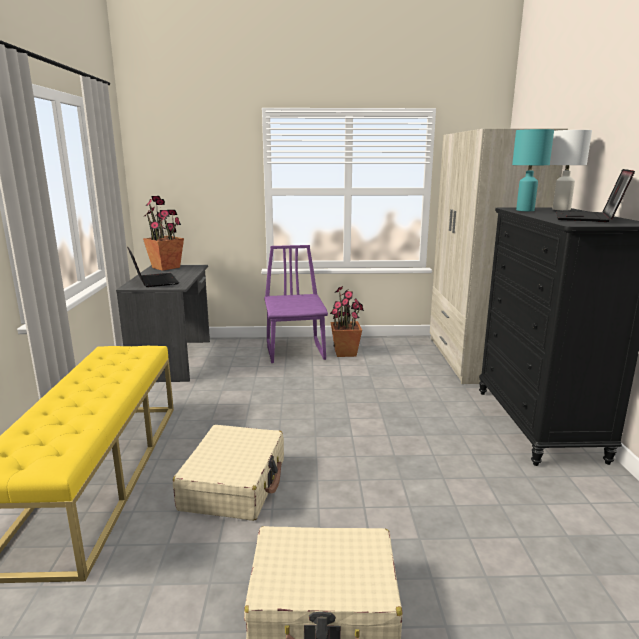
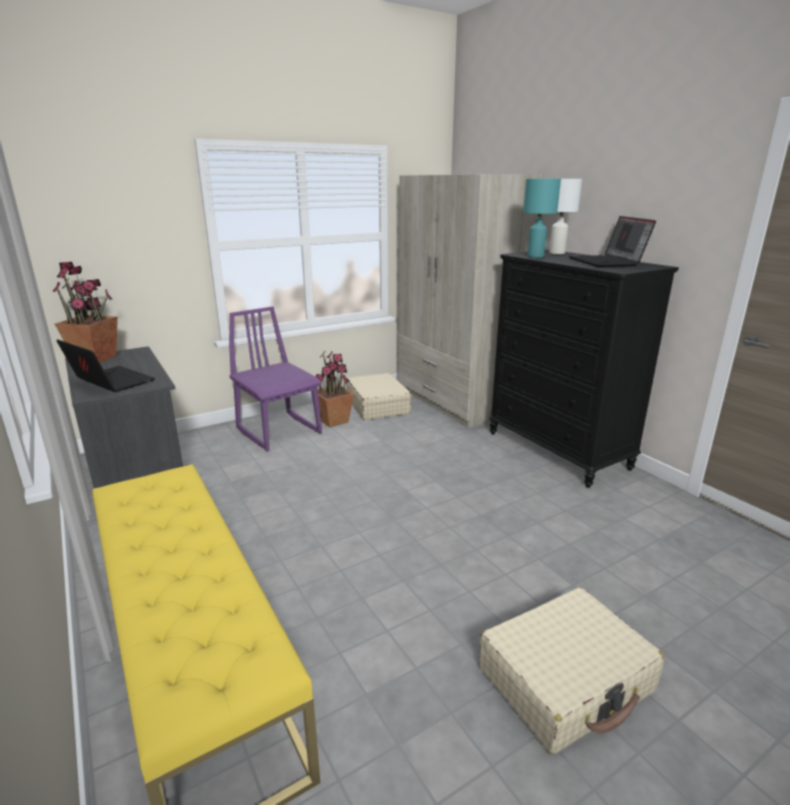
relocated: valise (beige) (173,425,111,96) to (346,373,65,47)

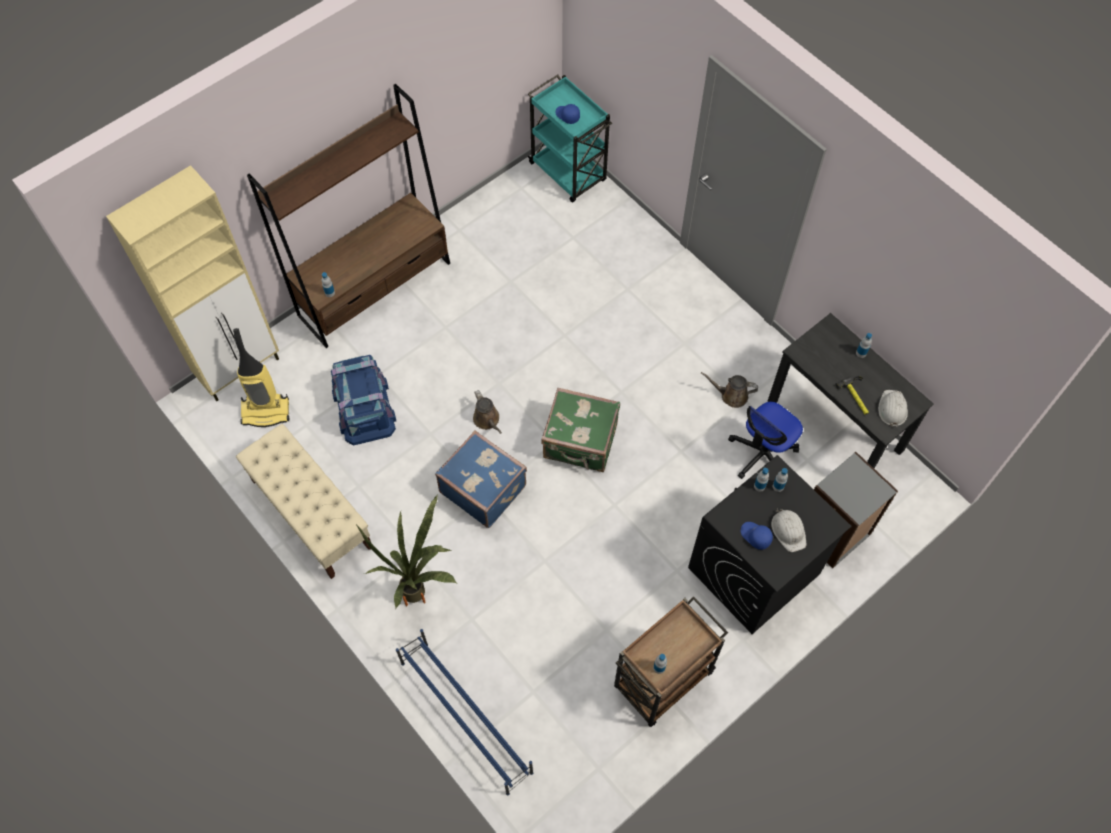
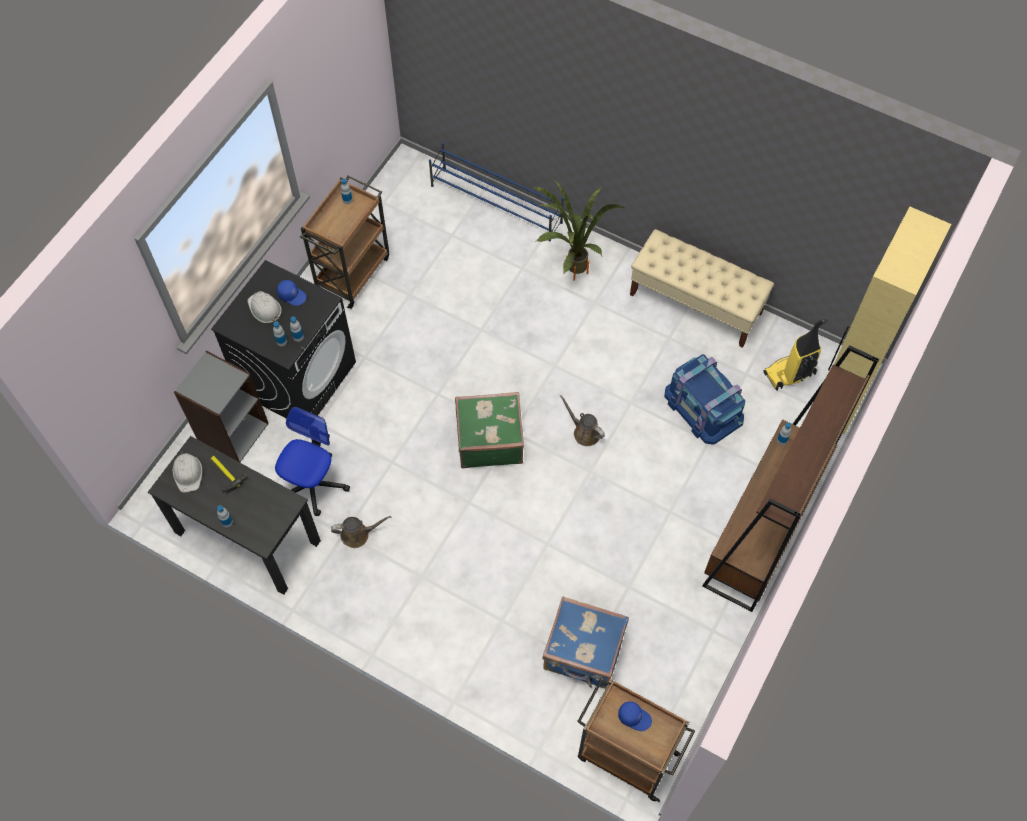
relocated: valise (bleu) (435,430,92,98) to (542,596,87,93)
colour: chariot (turquoise) (528,75,84,127) to chariot (marron) (577,678,118,124)

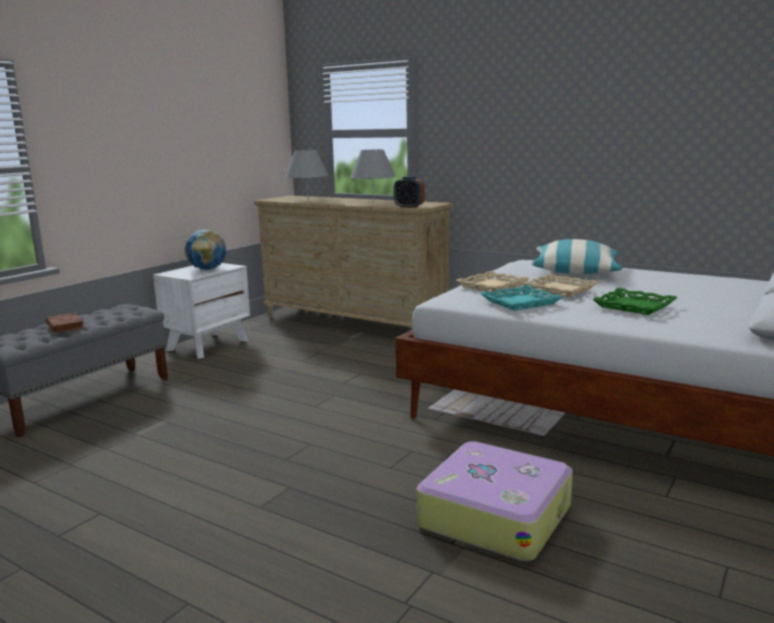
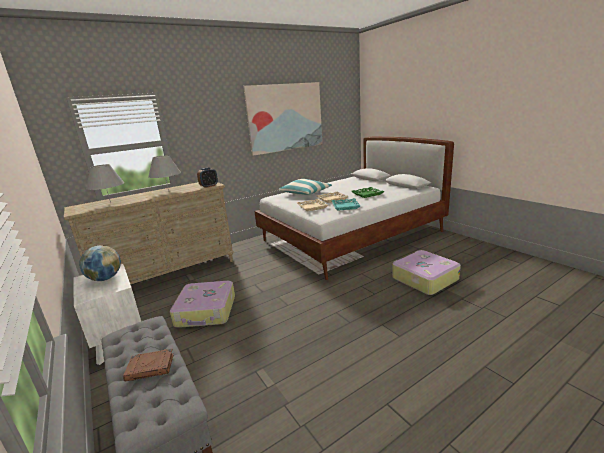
appeared: valise (170,281,65,47); tableau (243,82,79,74)

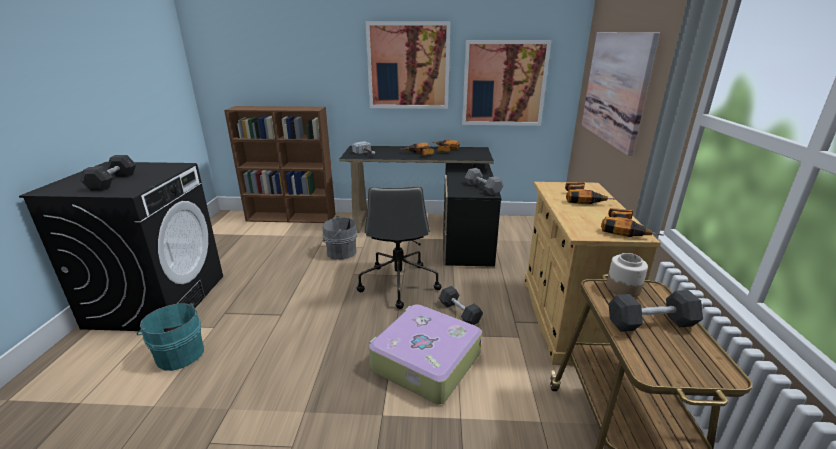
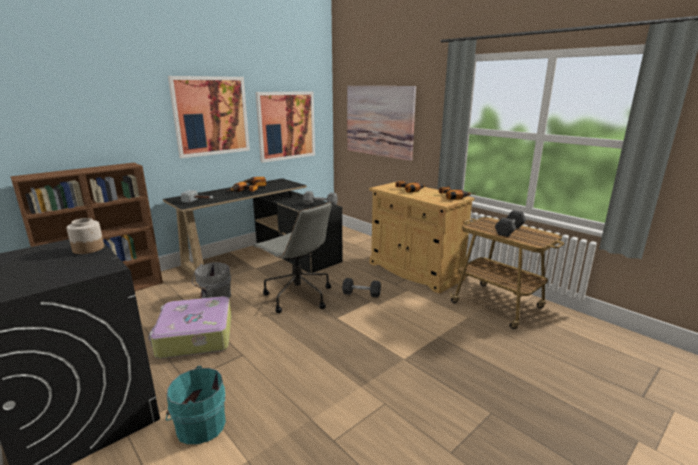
missing: haltère (gris) (80,155,56,36)
relocated: bocal (606,253,42,44) to (67,218,37,36); valise (369,305,113,99) to (148,296,83,63)

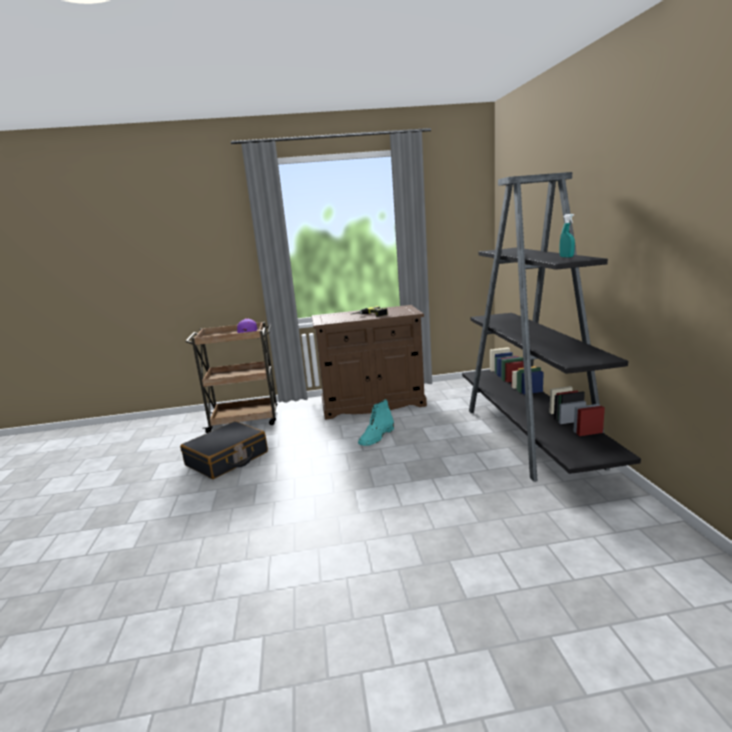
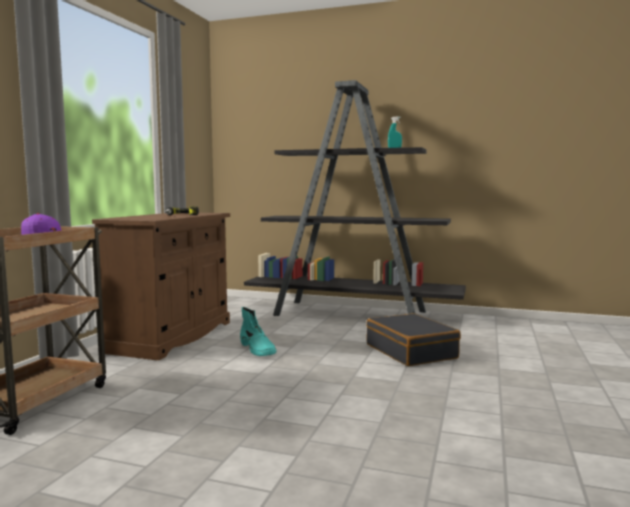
relocated: valise (noir) (180,421,88,58) to (366,313,95,53)

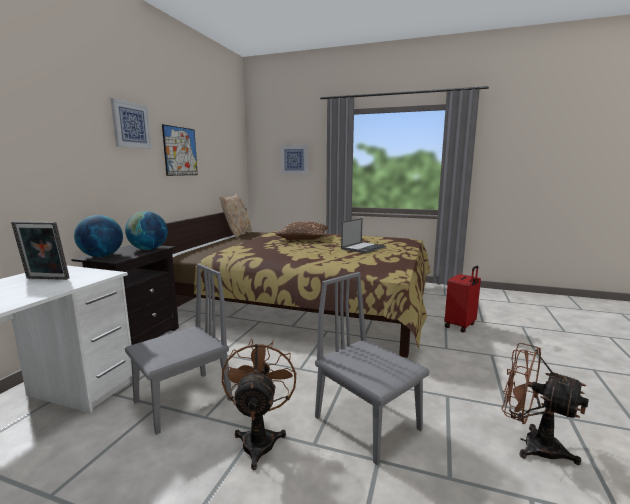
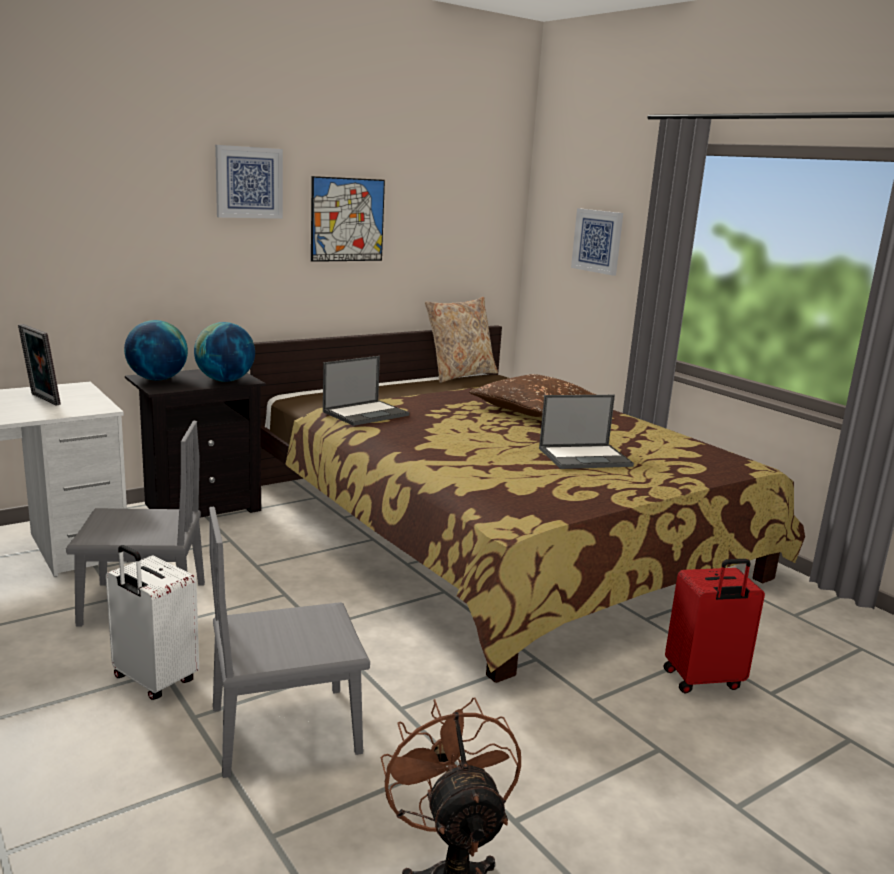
appeared: ordinateur portable (323,356,86,70)
exchanged: ventilateur (marron) (222,339,75,131) to valise (blanc) (106,545,93,155)
spun: chaise (gris) (315,272,114,193) = (209,507,161,271) 105 degrees counterclockwise

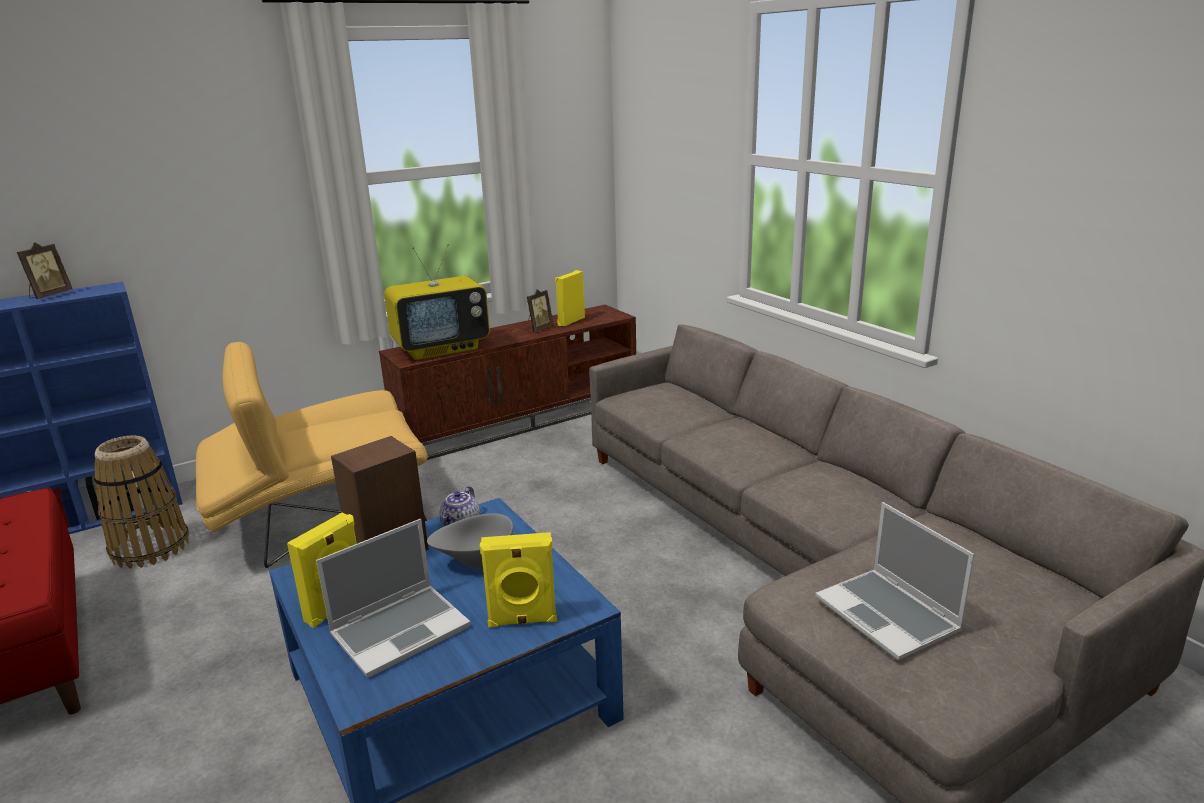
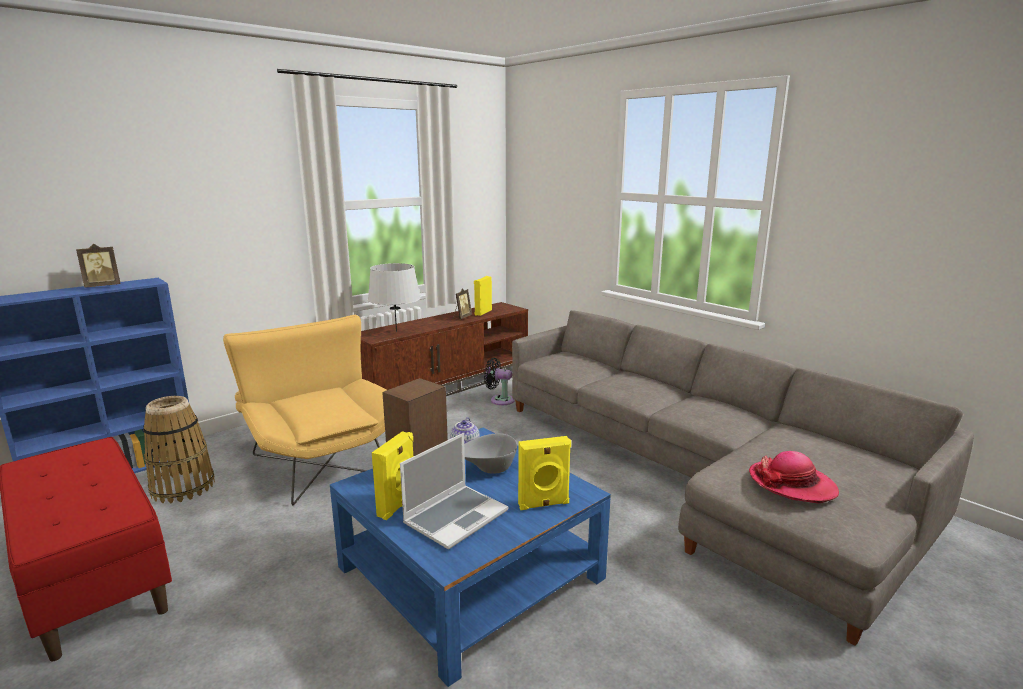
appeared: ventilateur (noir) (484,358,31,47)
exchanged: téléviseur (384,244,106,116) to lampe de table (gris) (368,263,53,69); ordinateur portable (815,502,159,158) to chapeau (749,451,90,53)
spun: cadre photo (17,242,55,57) = (76,244,44,44) 45 degrees clockwise; fauteuil (jaune) (196,341,232,227) = (223,315,164,191) 90 degrees clockwise

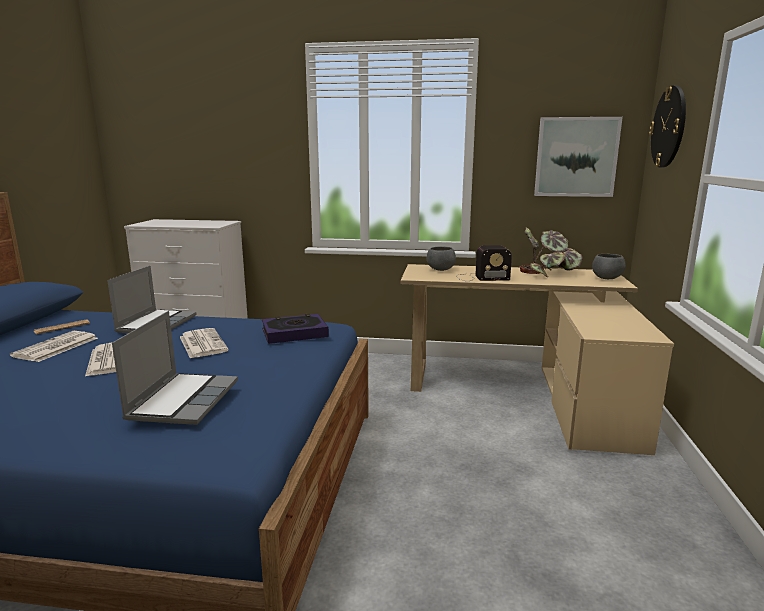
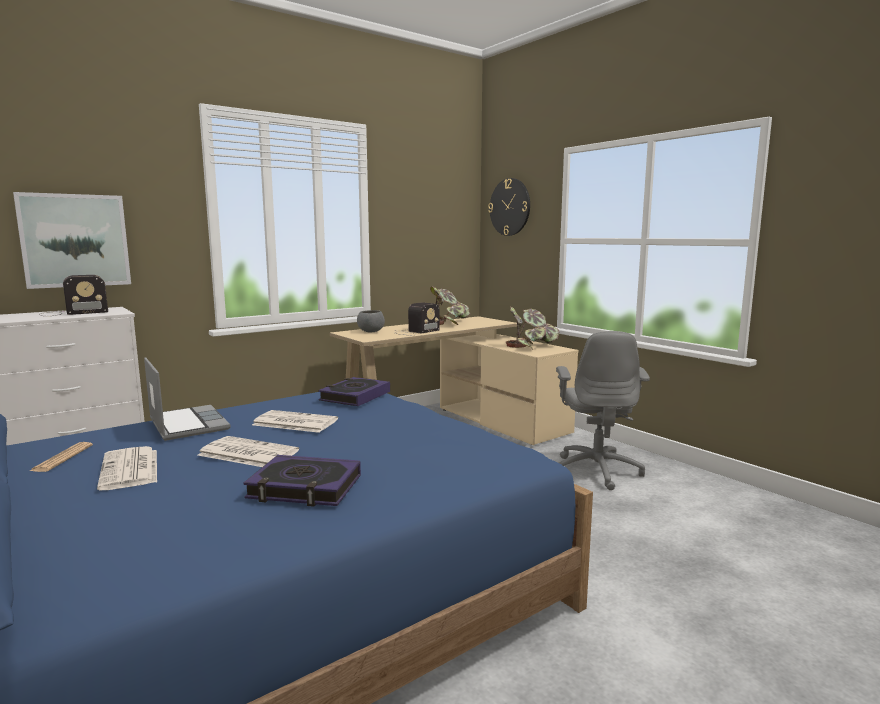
missing: ordinateur portable (112,311,126,114); bol (gris) (592,254,34,25)
appeared: radio (39,275,69,41); livre (243,455,118,52); plante en pot (506,307,53,42); chaise de bureau (gris) (556,331,94,159)
relocated: tableau (534,117,89,80) to (13,192,118,97)

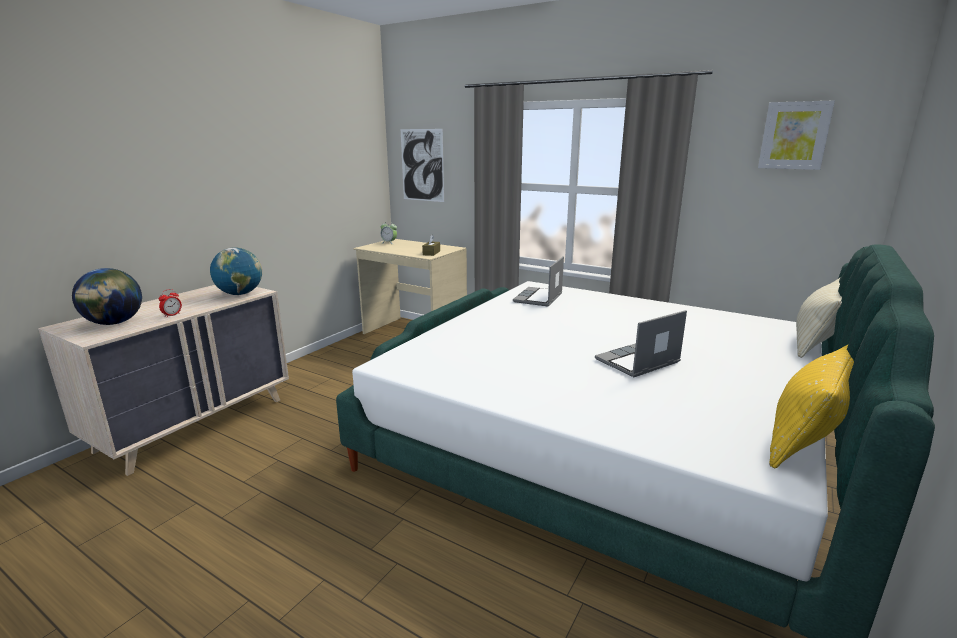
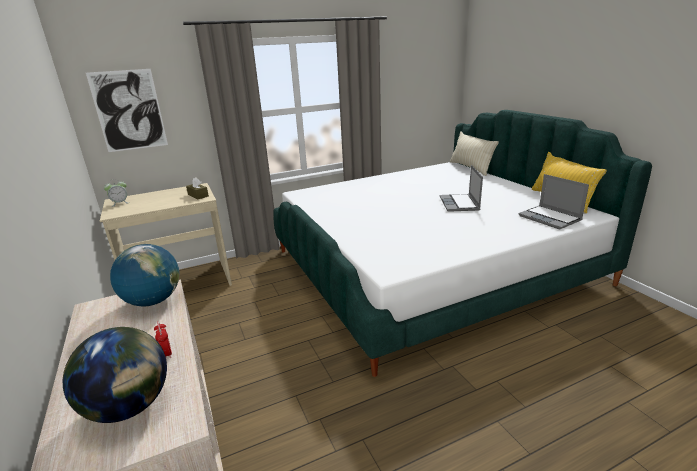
missing: tableau (758,100,77,70)
relocated: ordinateur portable (513,256,51,51) to (519,174,70,56)

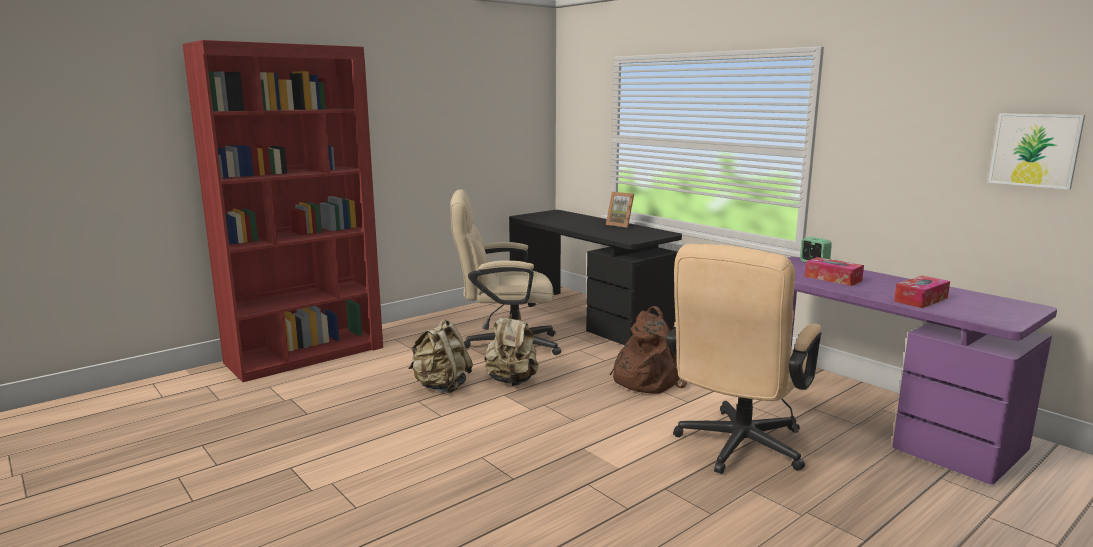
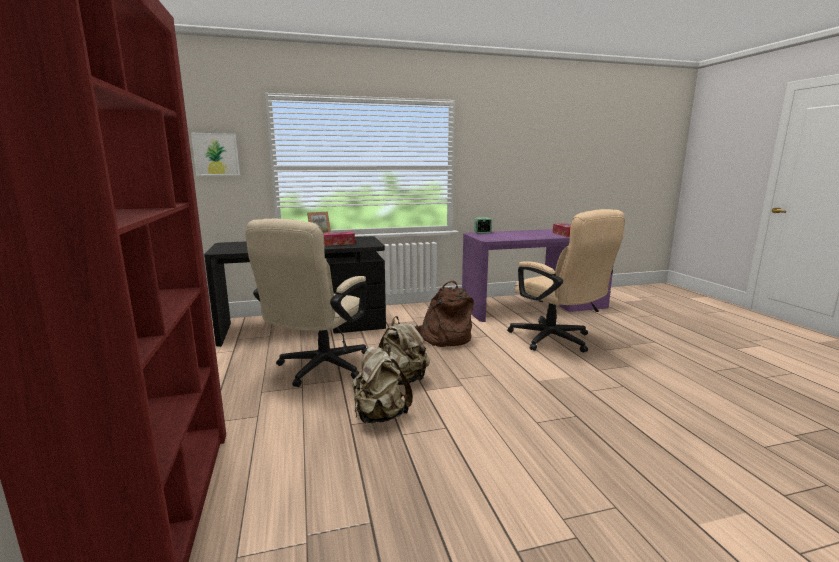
relocated: tableau (988,113,97,77) to (191,133,49,42); boîte à mouchoirs (805,257,59,29) to (323,231,32,15)

